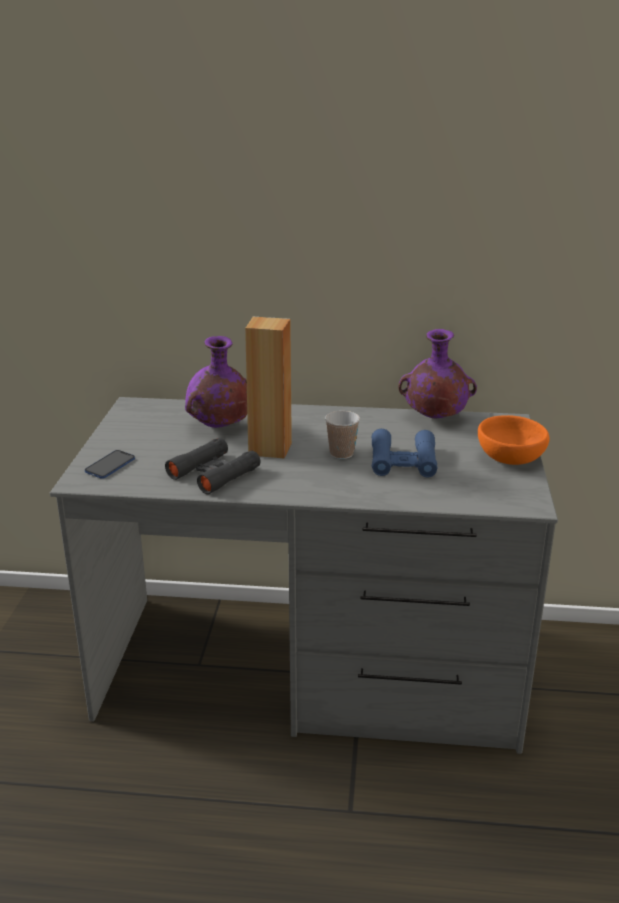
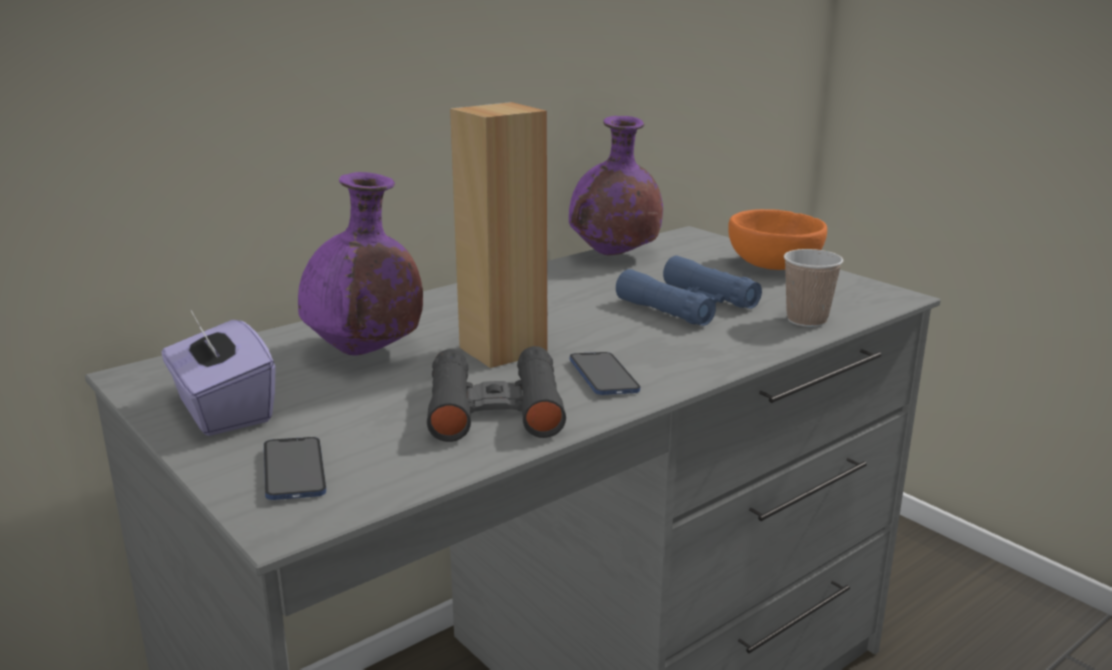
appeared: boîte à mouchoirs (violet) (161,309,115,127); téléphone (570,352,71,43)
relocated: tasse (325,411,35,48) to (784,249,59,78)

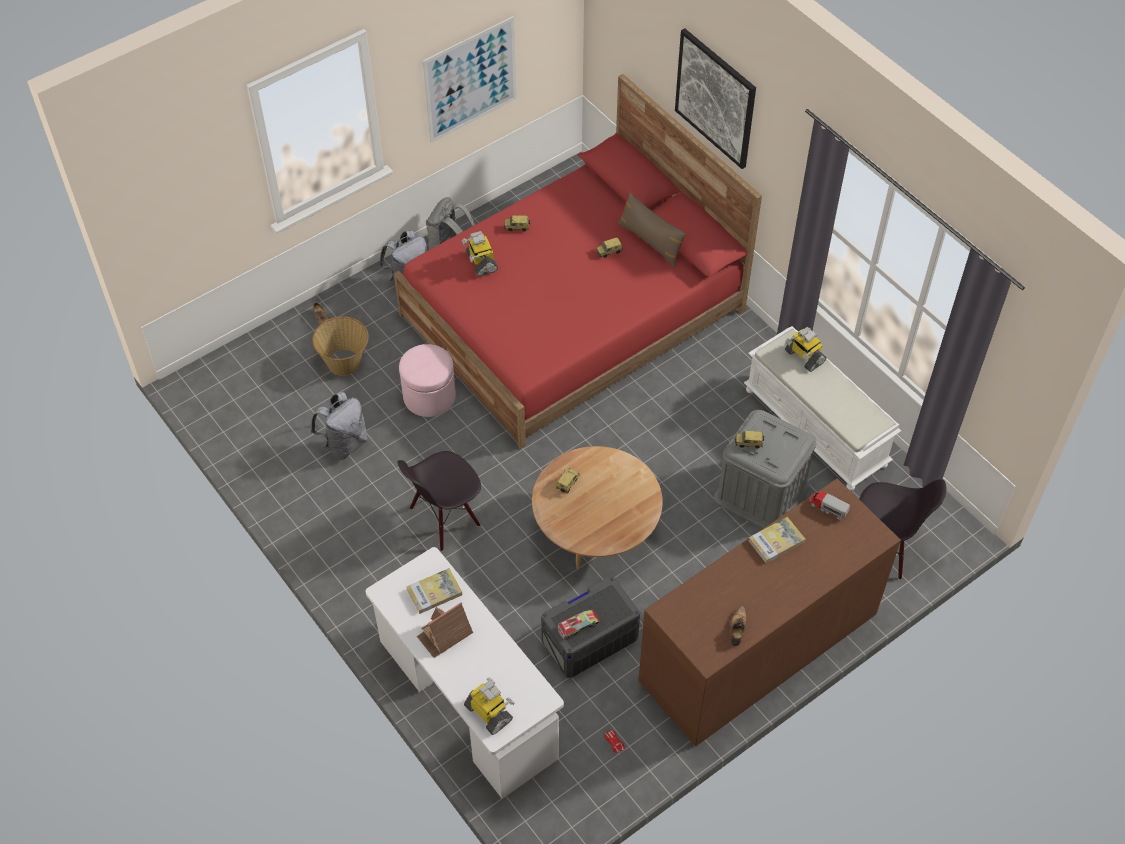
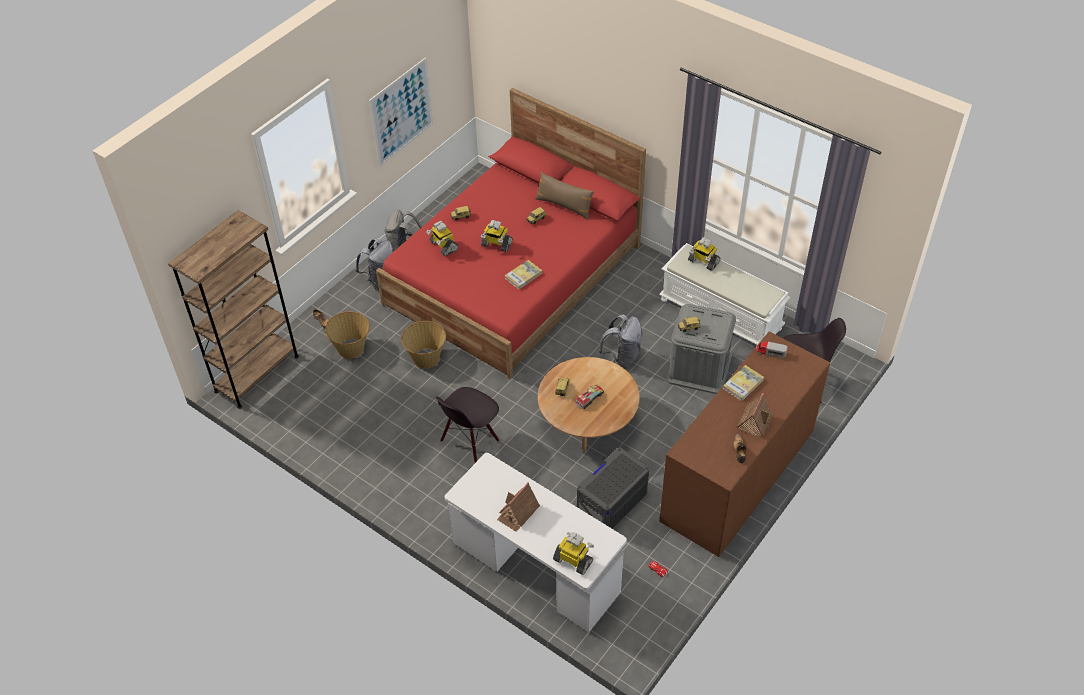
missing: tableau (675,28,81,141)
appeared: bibliothèque (marron) (168,210,131,199); robot jouet (481,220,32,32); maison miniature (737,393,36,44)
relocated: livre (407,568,55,46) to (505,260,37,29); camion jouet (557,609,43,31) to (575,385,29,24); sac à dos (gris) (310,392,58,68) to (599,314,44,55)
exchanged: pouf (rose) (399,344,57,73) to panier (401,321,45,48)

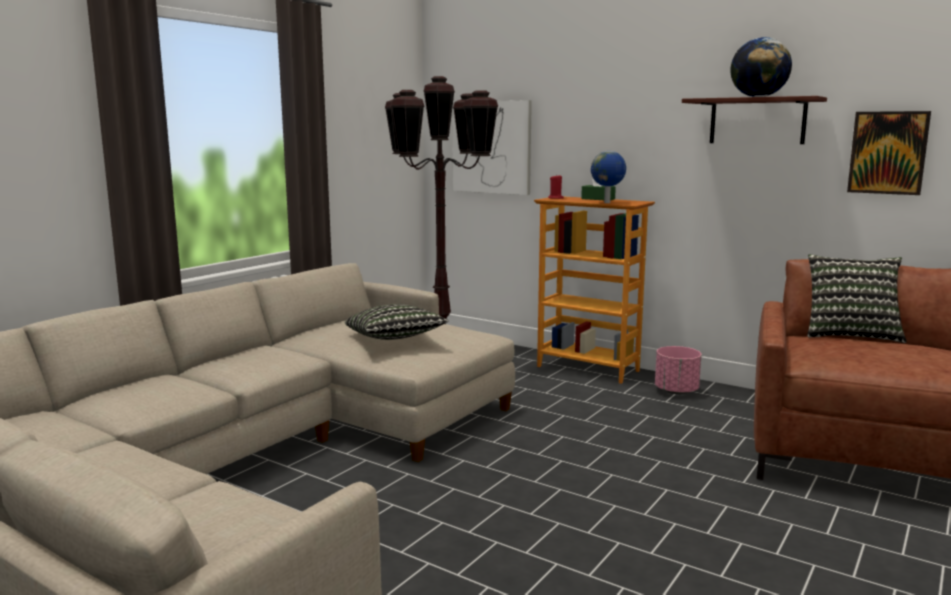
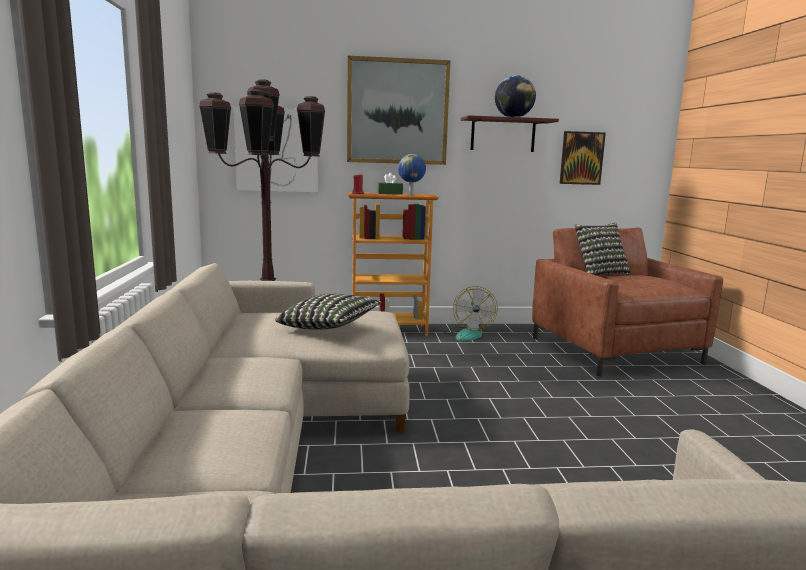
appeared: tableau (347,56,104,109)
exchanged: cache-pot (rose) (655,346,47,49) to ventilateur (442,286,56,55)

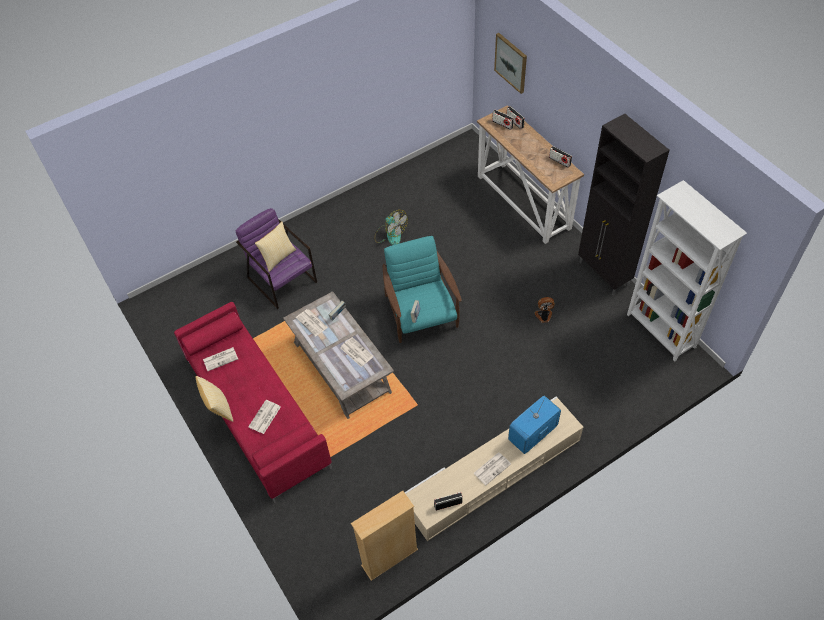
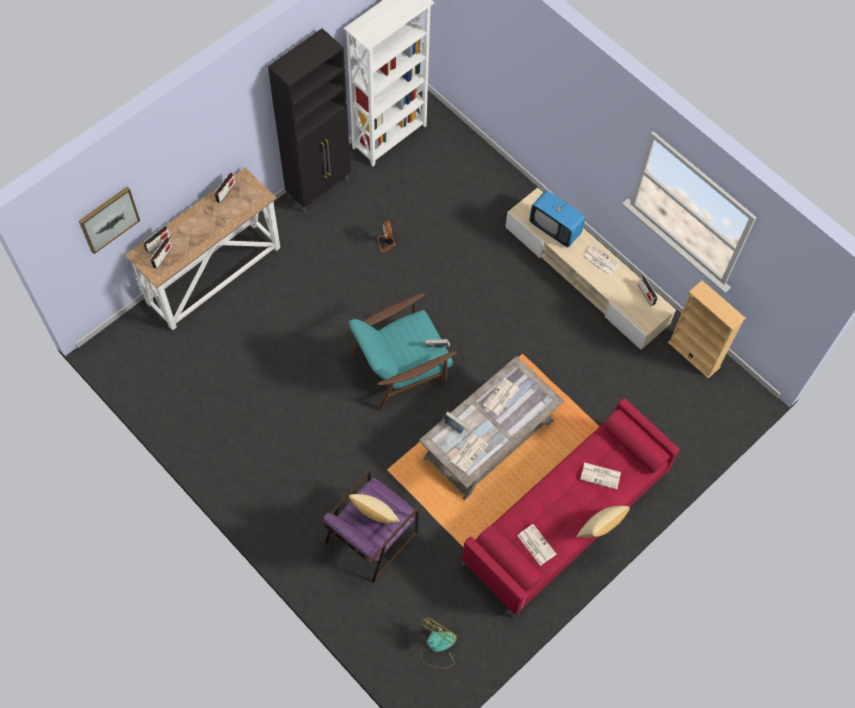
relocated: ventilateur (375,210,33,35) to (421,617,36,52)

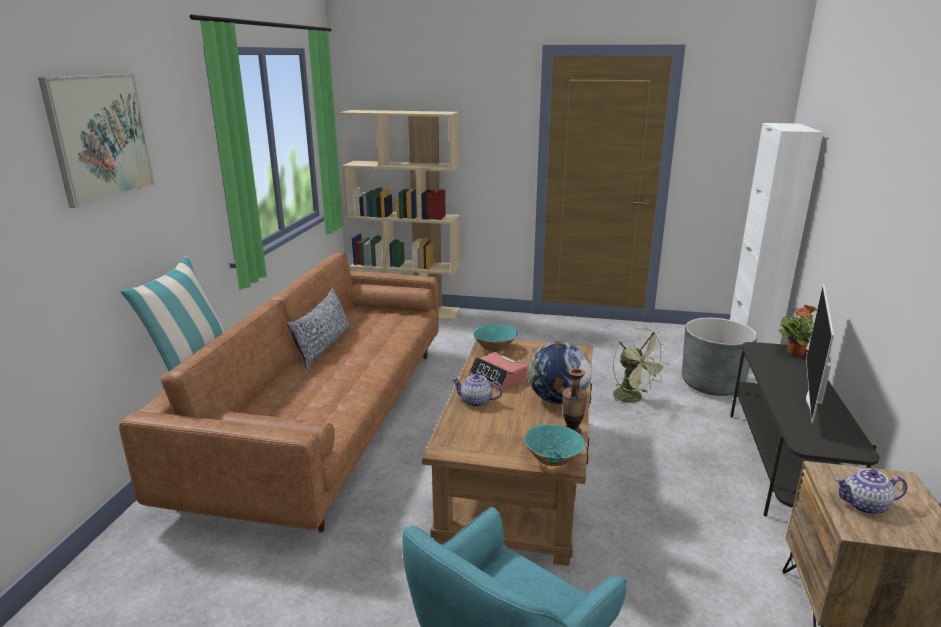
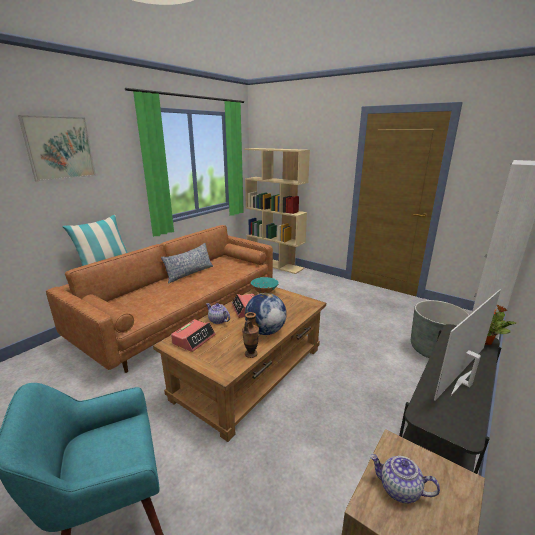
missing: bol (turquoise) (524,424,61,42); ventilateur (vert) (613,327,56,80)
appeared: réveil (171,319,45,33)

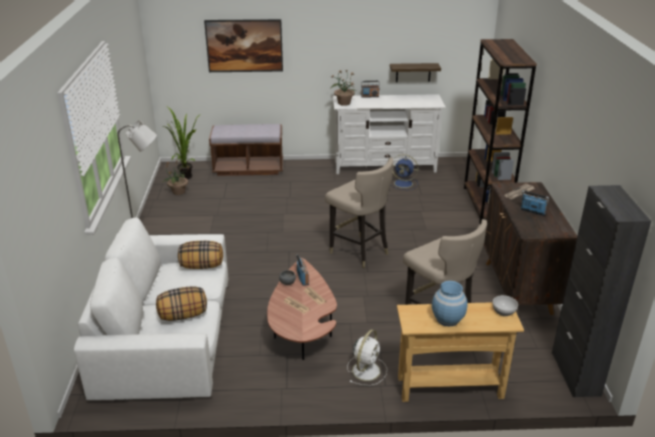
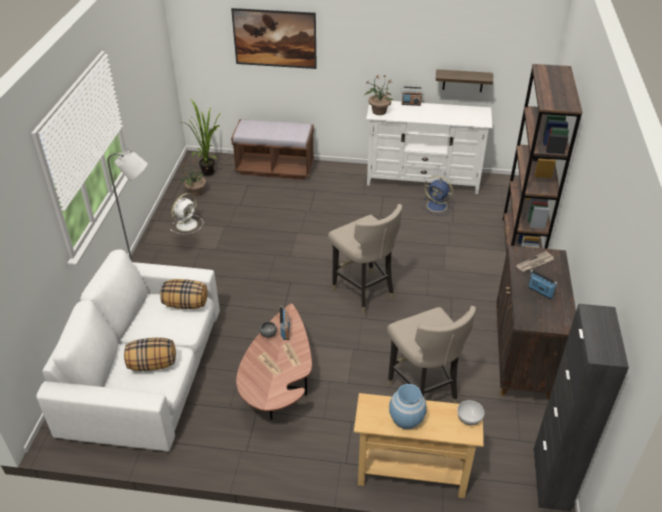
relocated: ventilateur (blanc) (347,330,40,56) to (171,193,32,41)

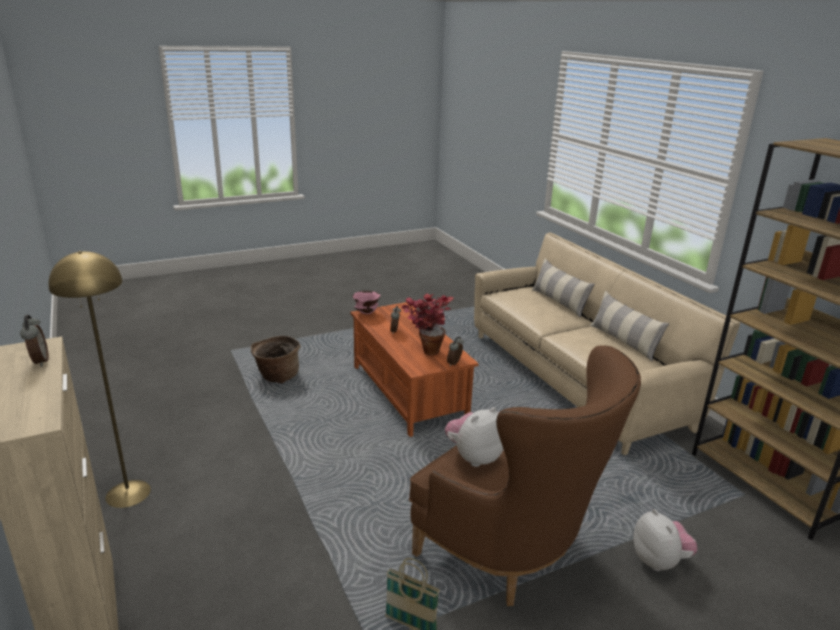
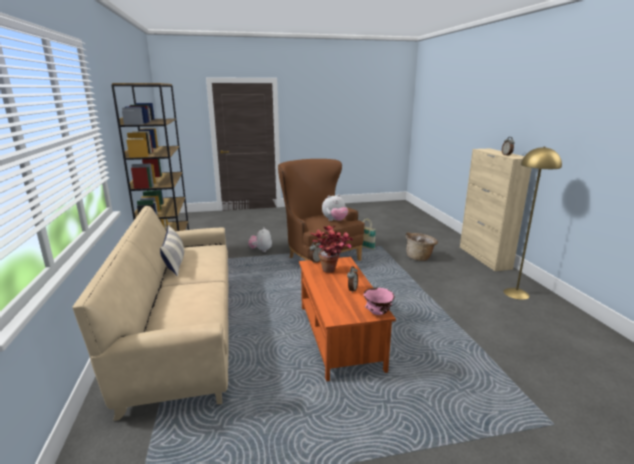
missing: coussin (532,259,63,58)
relocated: panier (251,336,50,47) to (405,232,33,29)

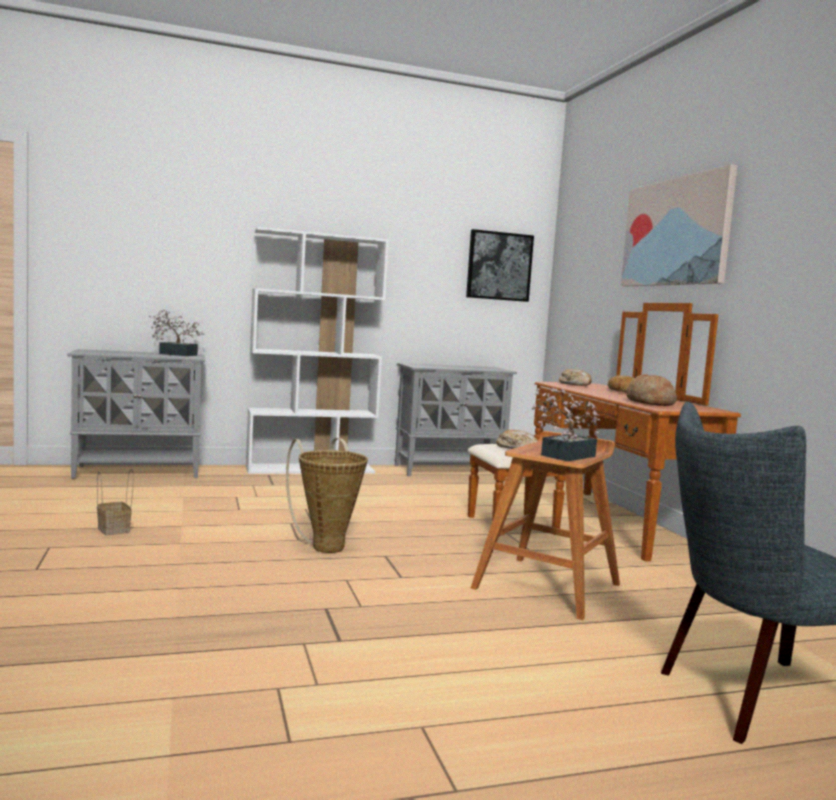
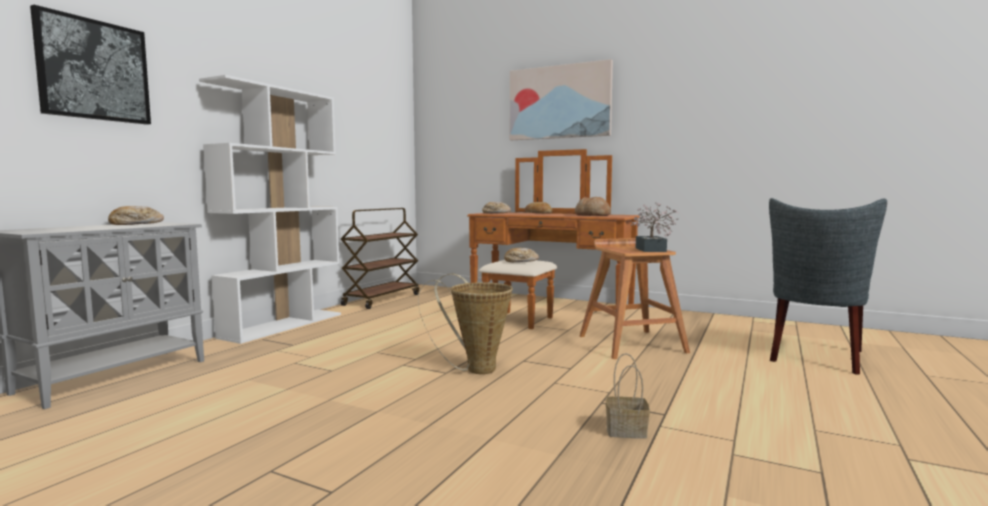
relocated: tableau (466,229,68,73) to (30,5,121,120); panier (97,469,36,67) to (606,353,44,86)
exchanged: plante en pot (149,310,56,46) to pain (108,206,56,19); meuble de rangement (gris) (395,363,122,113) to chariot (marron) (341,208,78,101)

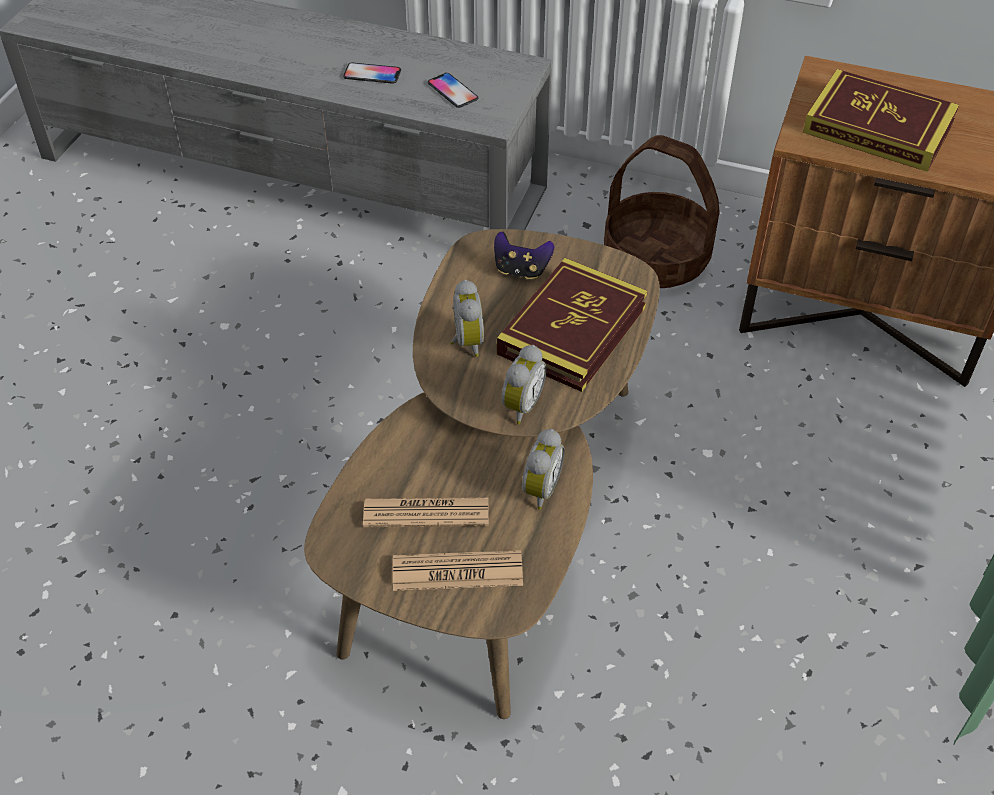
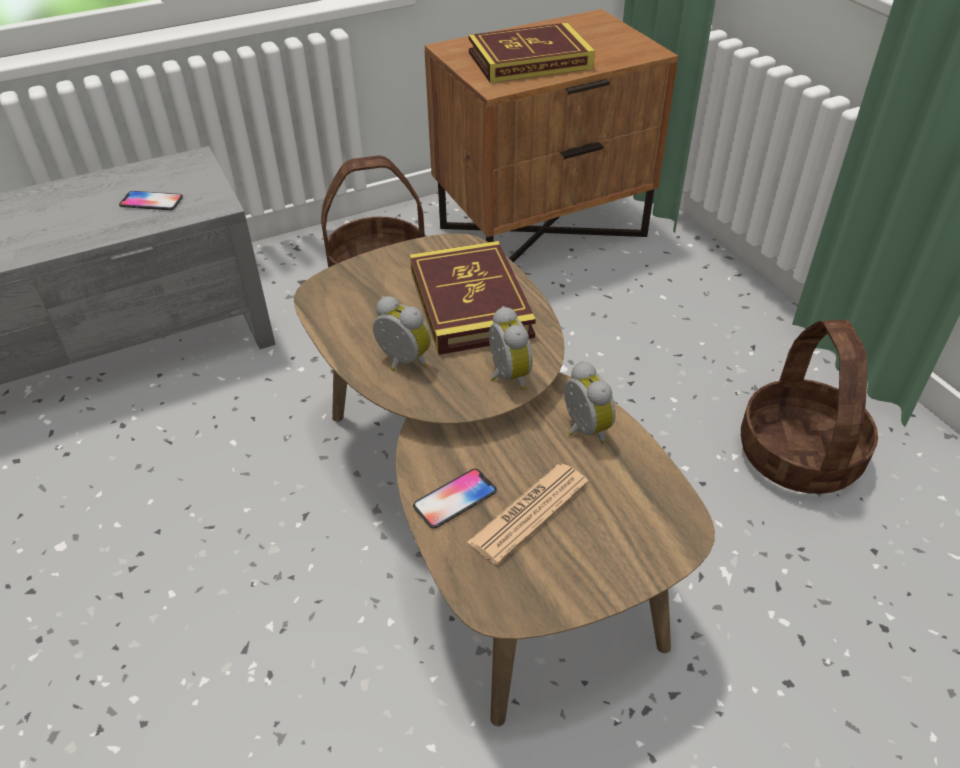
missing: journal (393,550,130,41); manette (494,231,60,48)
appeared: panier (741,320,137,174)
relocated: téléphone (343,63,58,21) to (413,469,84,59)

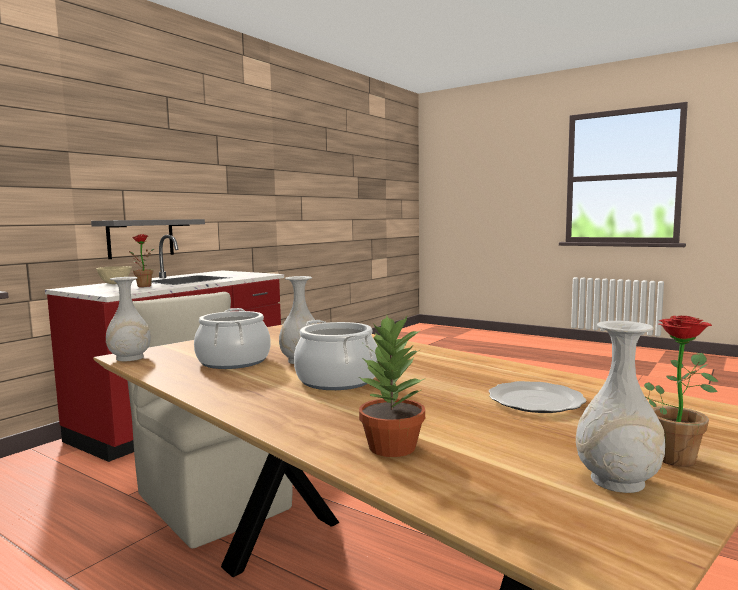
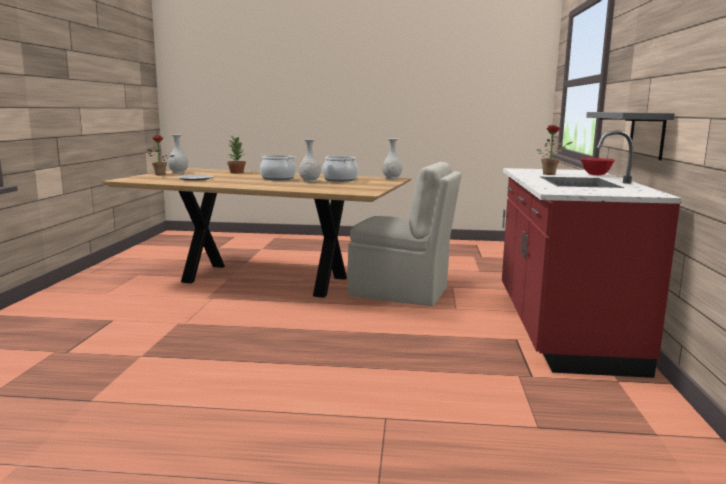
colour: bol (beige) (96,266,36,18) to bol (rouge) (581,158,34,18)

